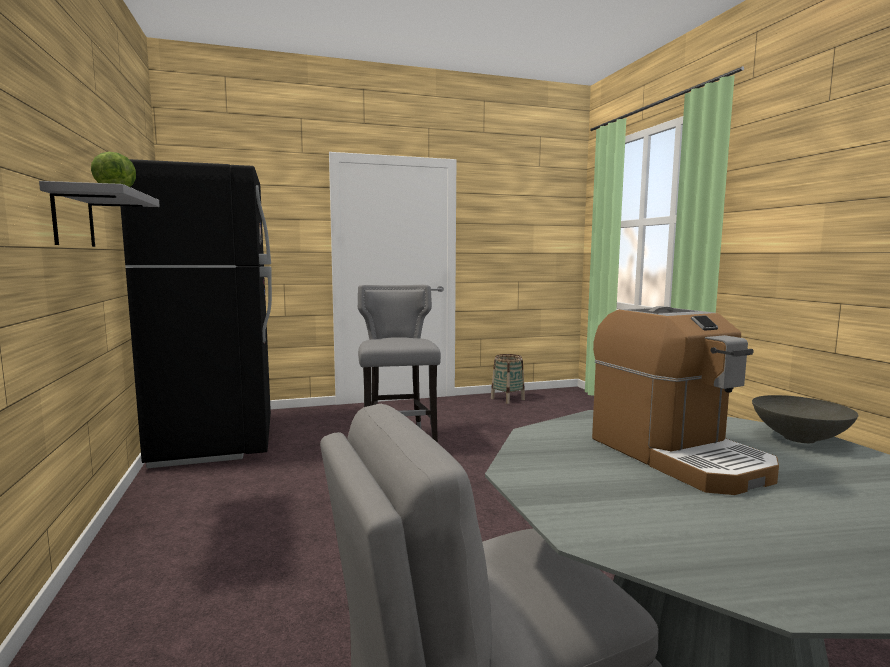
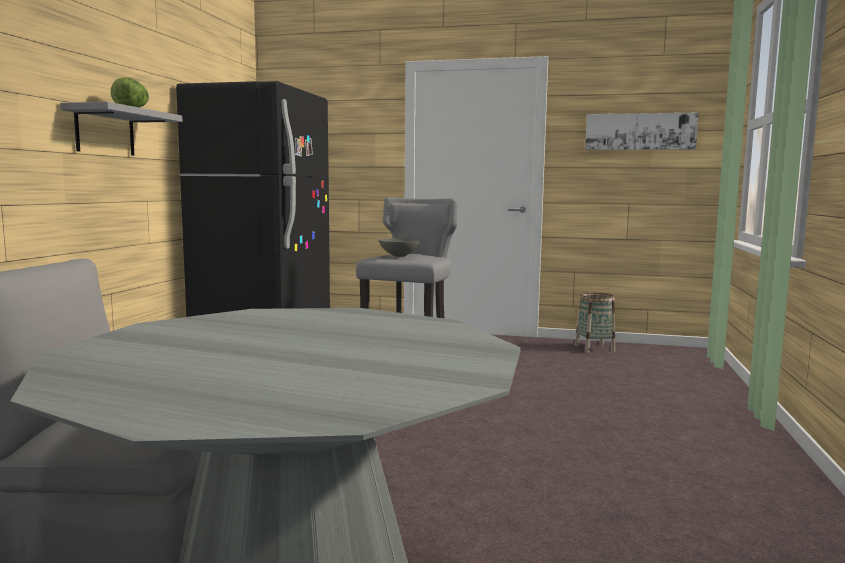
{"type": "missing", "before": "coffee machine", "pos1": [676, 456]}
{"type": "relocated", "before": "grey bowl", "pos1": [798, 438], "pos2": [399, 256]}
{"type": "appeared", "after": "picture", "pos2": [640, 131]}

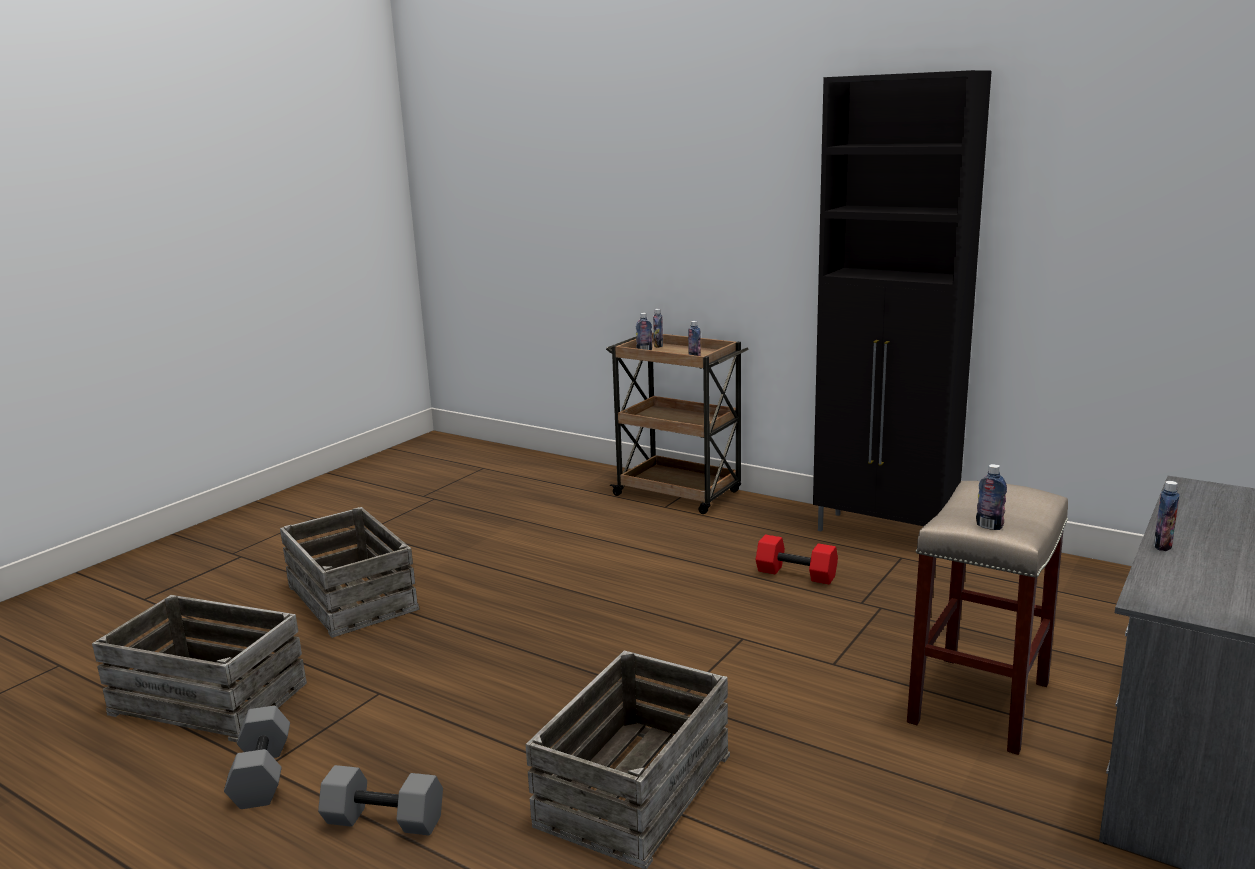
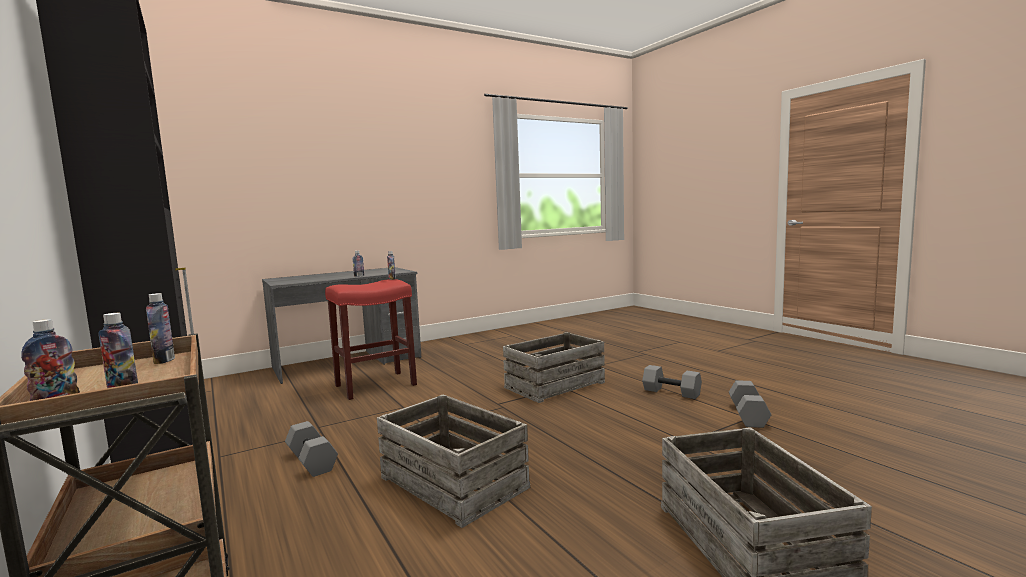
{"type": "relocated", "before": "crate", "pos1": [210, 697], "pos2": [452, 483]}
{"type": "colour", "before": "red dumbbell", "after": "grey dumbbell", "pos1": [797, 573], "pos2": [310, 461]}
{"type": "colour", "before": "beige stool", "after": "red stool", "pos1": [978, 701], "pos2": [374, 385]}

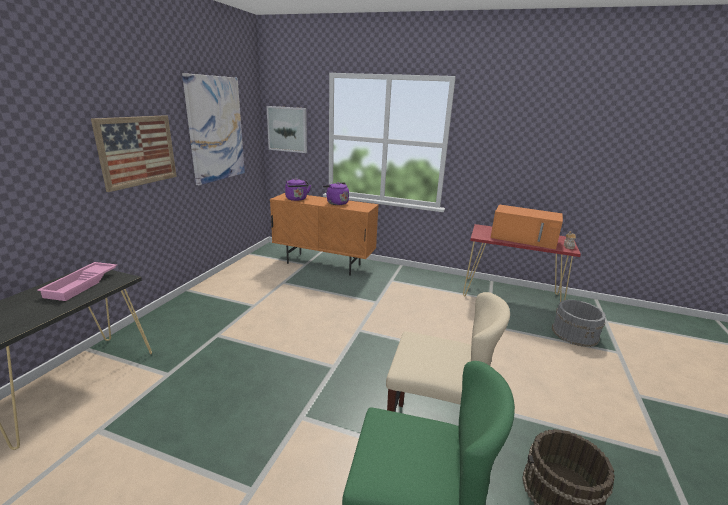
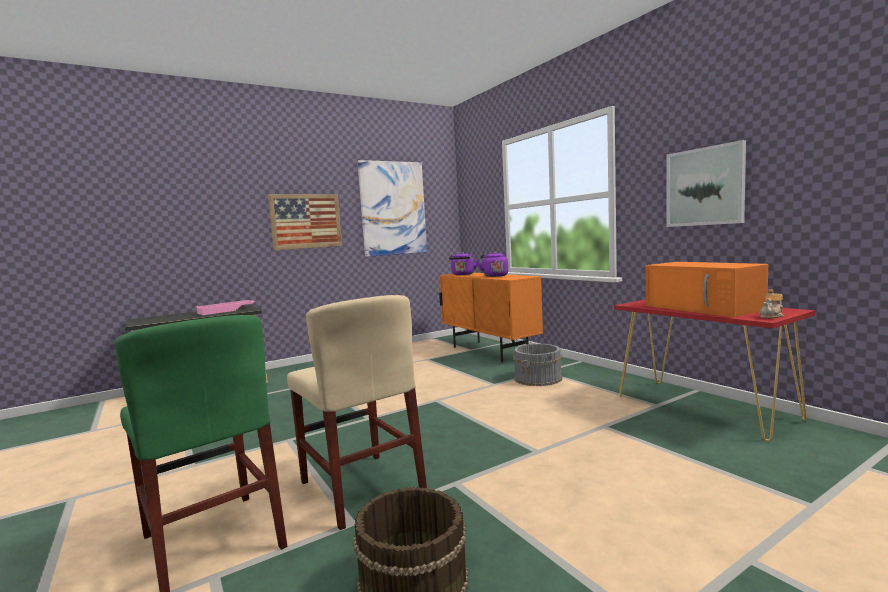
{"type": "relocated", "before": "picture", "pos1": [287, 129], "pos2": [704, 186]}
{"type": "relocated", "before": "grey bucket", "pos1": [575, 333], "pos2": [538, 378]}

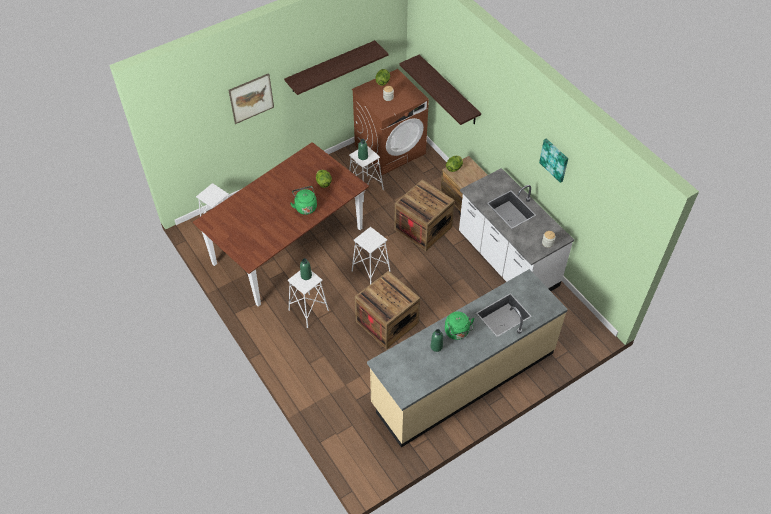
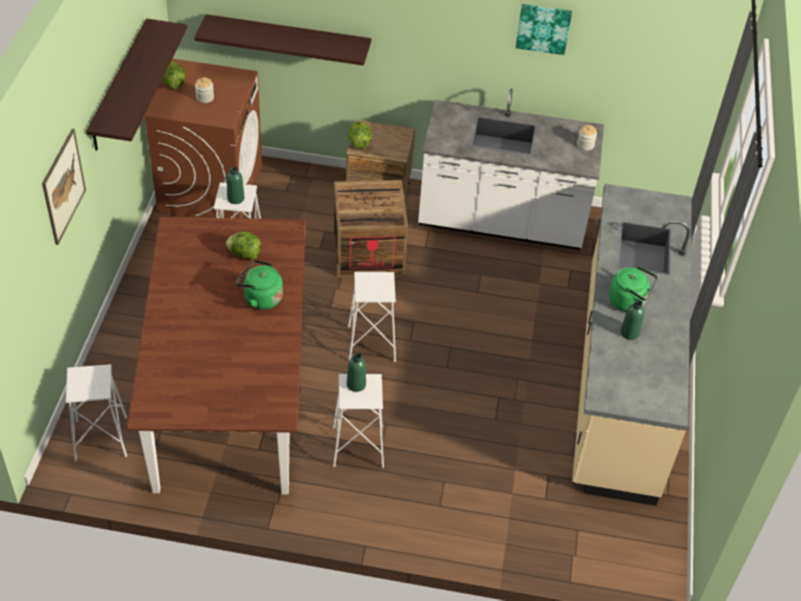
{"type": "missing", "before": "crate", "pos1": [387, 322]}

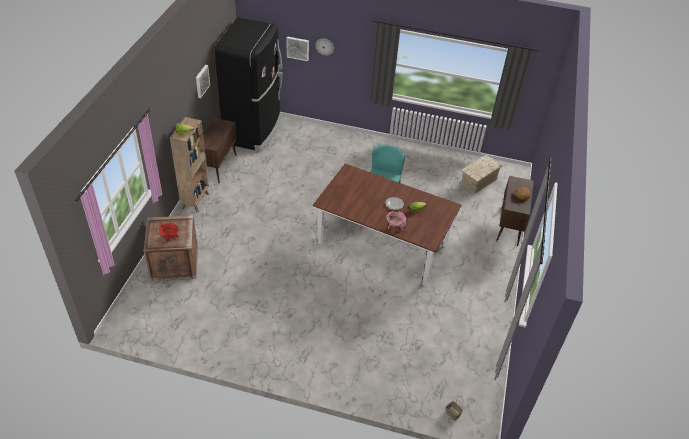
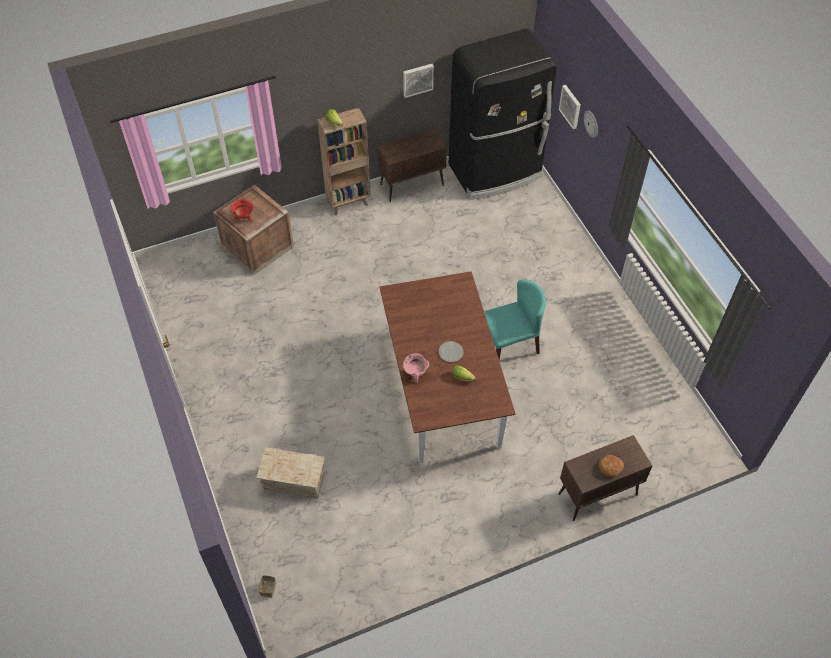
{"type": "relocated", "before": "crate", "pos1": [478, 182], "pos2": [293, 481]}

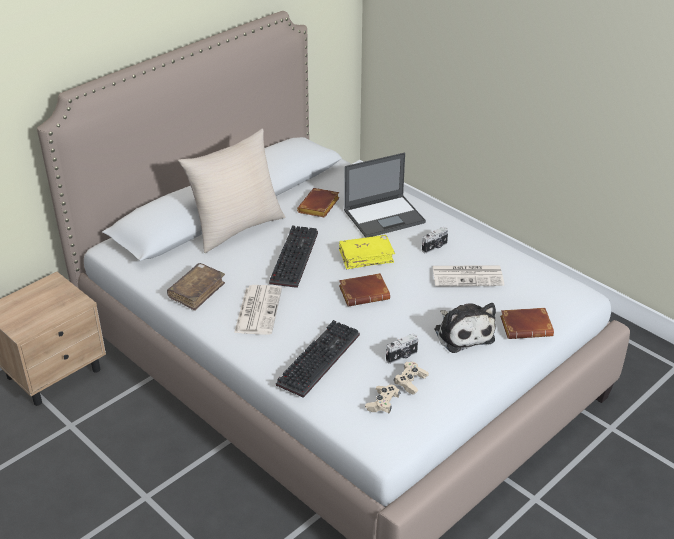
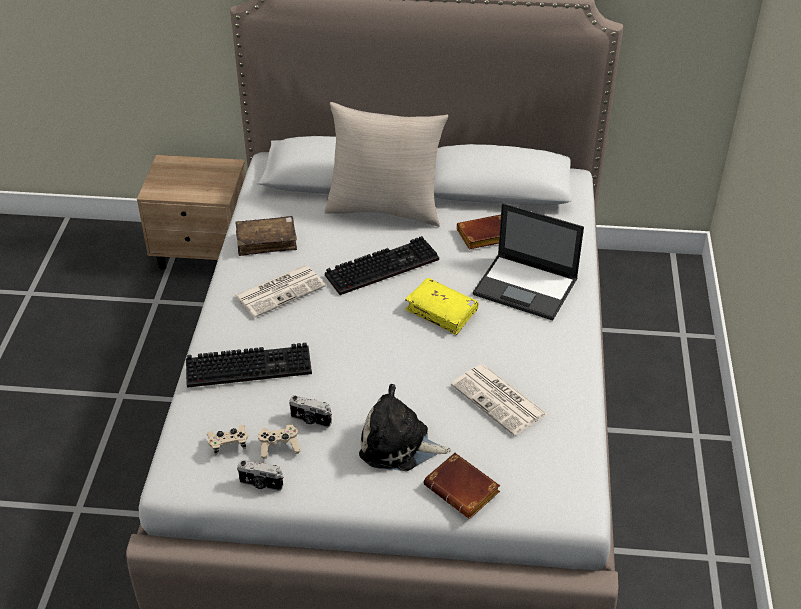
{"type": "missing", "before": "brown book", "pos1": [365, 293]}
{"type": "relocated", "before": "photo camera", "pos1": [435, 247], "pos2": [261, 484]}
{"type": "spun", "before": "plush toy", "pos1": [462, 333], "pos2": [398, 445], "turn": 75}

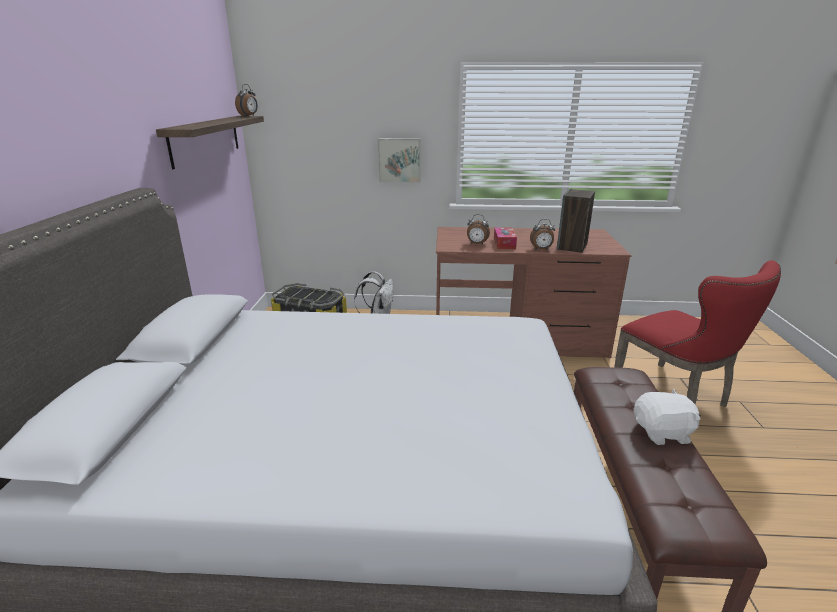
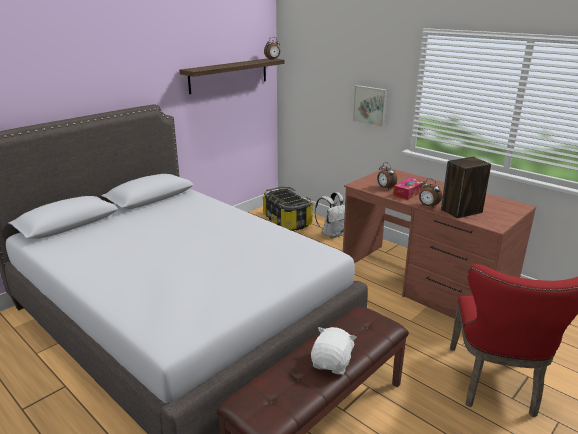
{"type": "spun", "before": "white plush toy", "pos1": [662, 433], "pos2": [332, 363], "turn": -105}

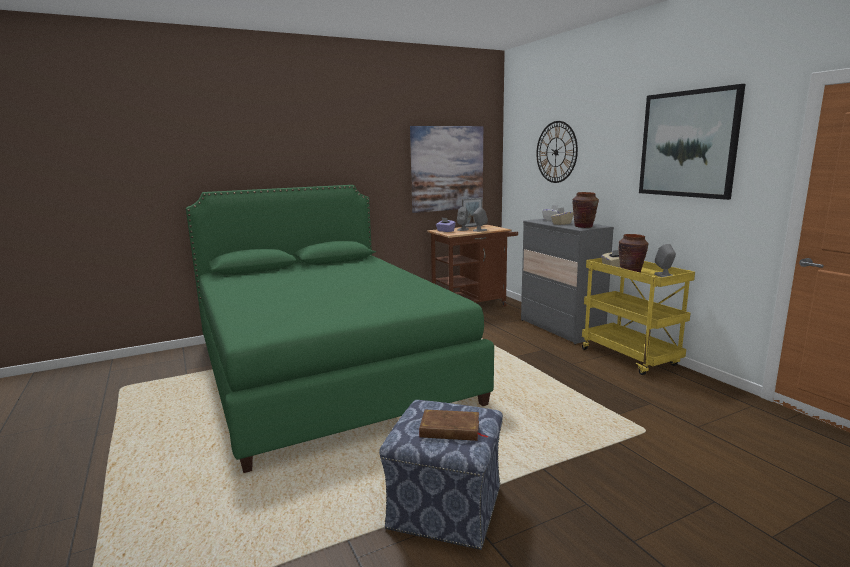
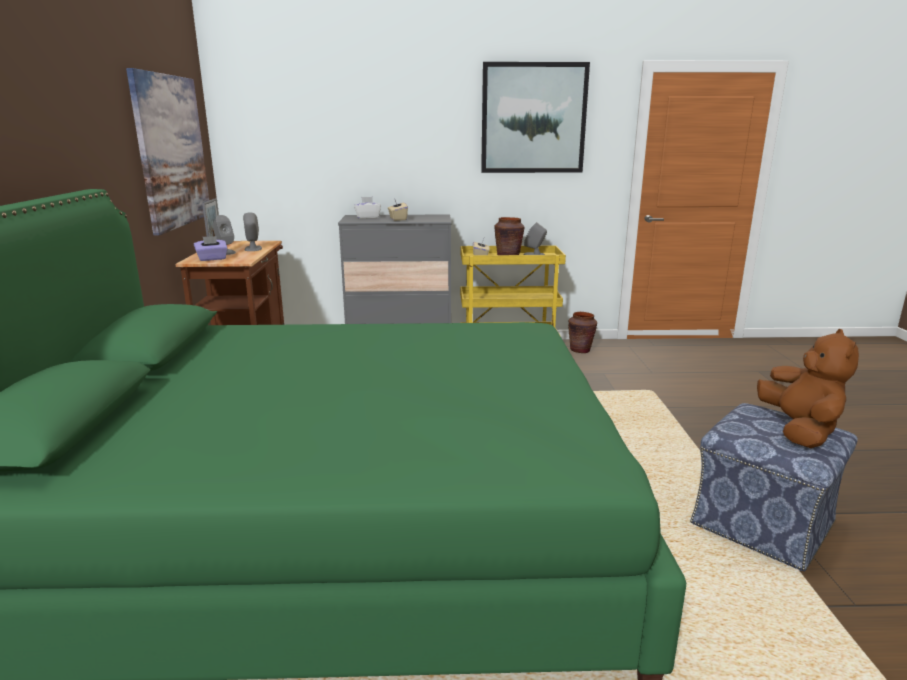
{"type": "exchanged", "before": "brown book", "after": "brown plush toy", "pos1": [450, 429], "pos2": [799, 430]}
{"type": "missing", "before": "wall clock", "pos1": [556, 152]}
{"type": "relocated", "before": "brown vase", "pos1": [583, 226], "pos2": [580, 350]}

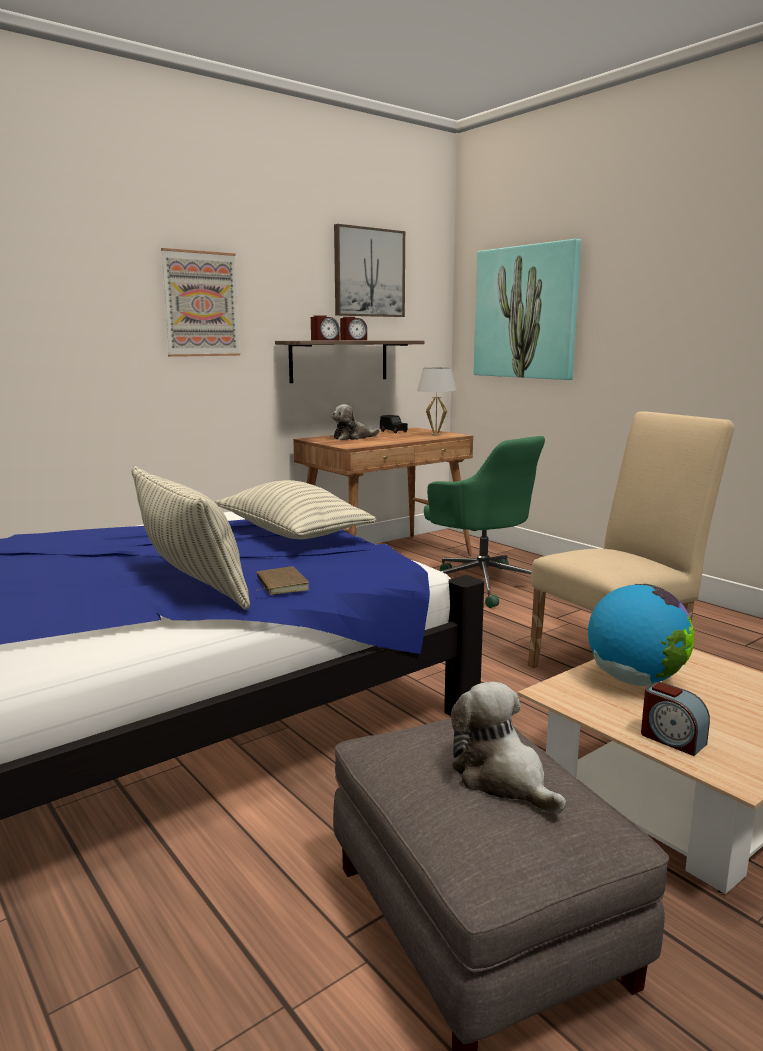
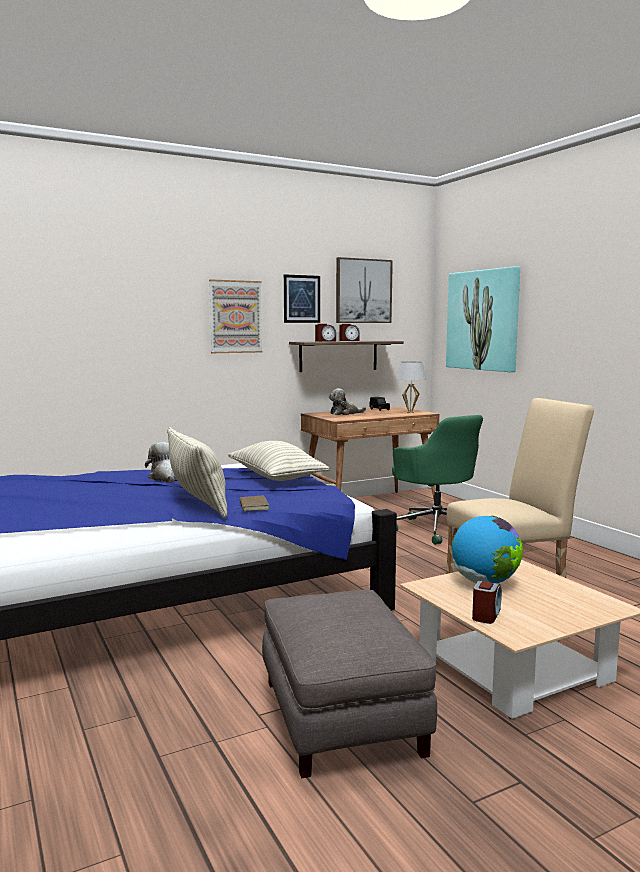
{"type": "relocated", "before": "plush toy", "pos1": [502, 778], "pos2": [165, 478]}
{"type": "spun", "before": "alarm clock", "pos1": [672, 739], "pos2": [486, 615], "turn": -120}
{"type": "appeared", "after": "picture", "pos2": [301, 299]}

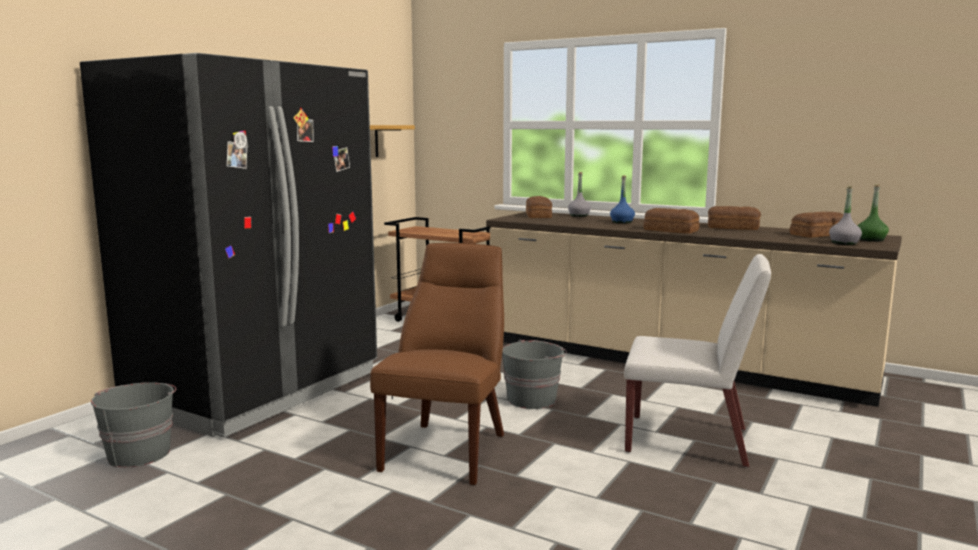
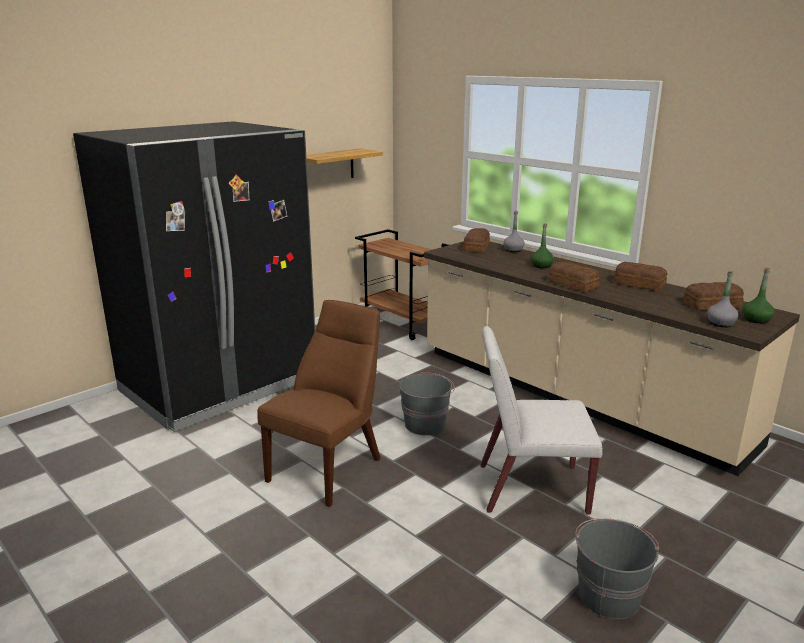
{"type": "relocated", "before": "grey bucket", "pos1": [139, 453], "pos2": [608, 595]}
{"type": "colour", "before": "blue bottle", "after": "green bottle", "pos1": [622, 222], "pos2": [541, 266]}
{"type": "spun", "before": "white chair", "pos1": [689, 440], "pos2": [530, 489], "turn": 150}

